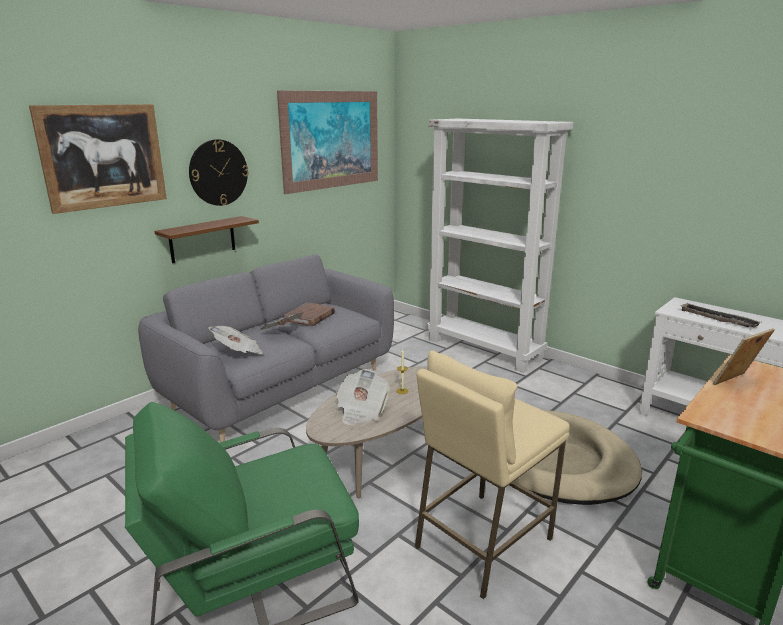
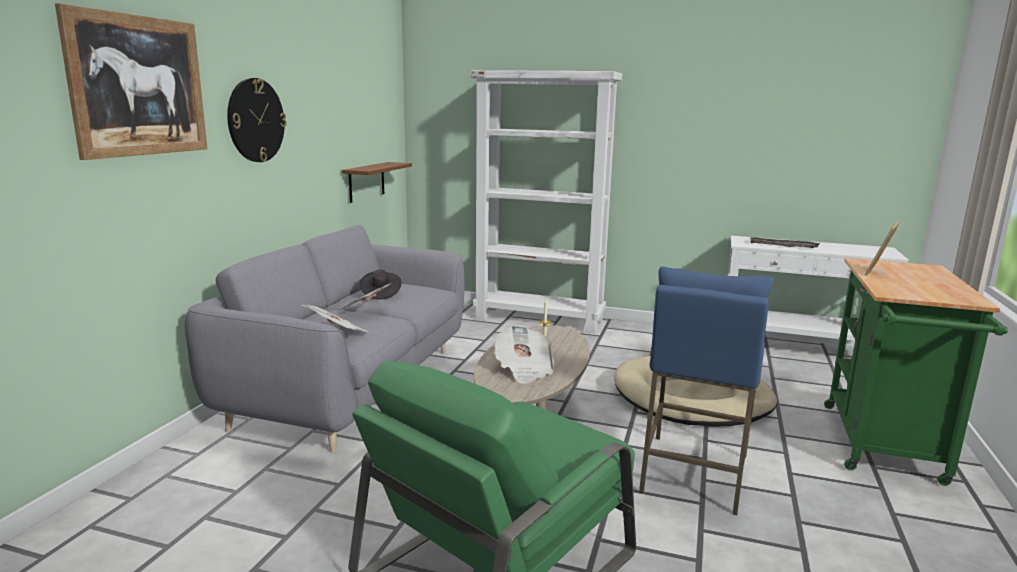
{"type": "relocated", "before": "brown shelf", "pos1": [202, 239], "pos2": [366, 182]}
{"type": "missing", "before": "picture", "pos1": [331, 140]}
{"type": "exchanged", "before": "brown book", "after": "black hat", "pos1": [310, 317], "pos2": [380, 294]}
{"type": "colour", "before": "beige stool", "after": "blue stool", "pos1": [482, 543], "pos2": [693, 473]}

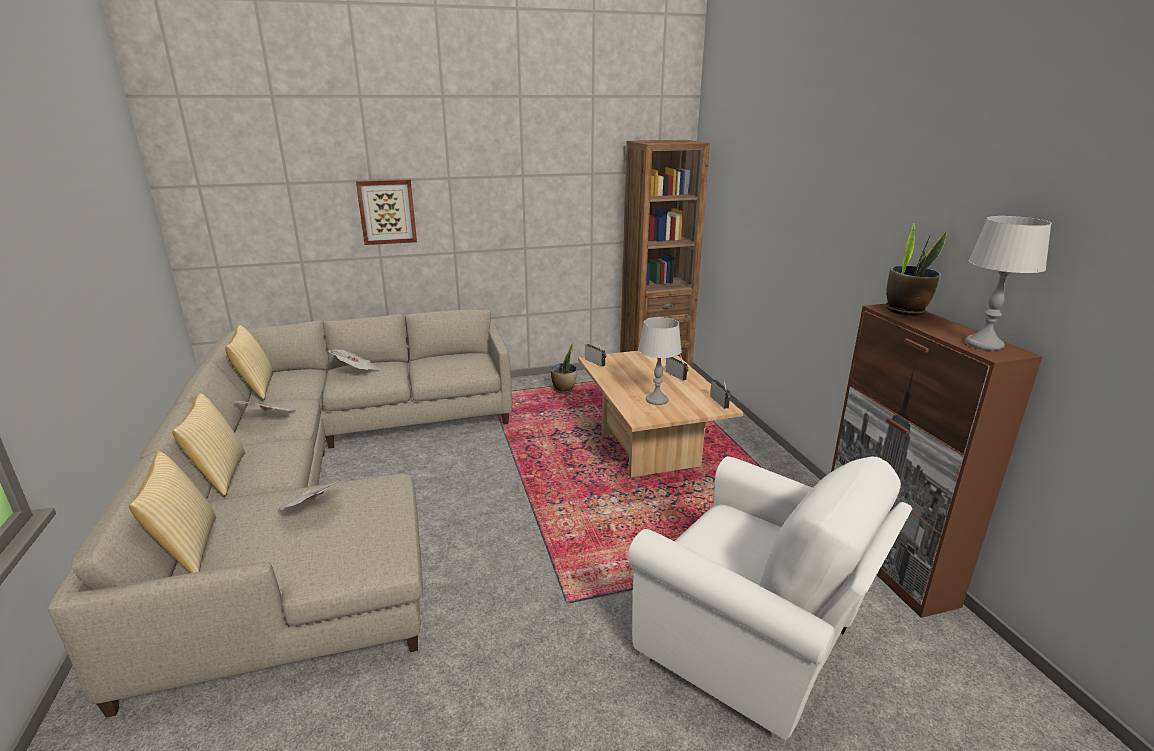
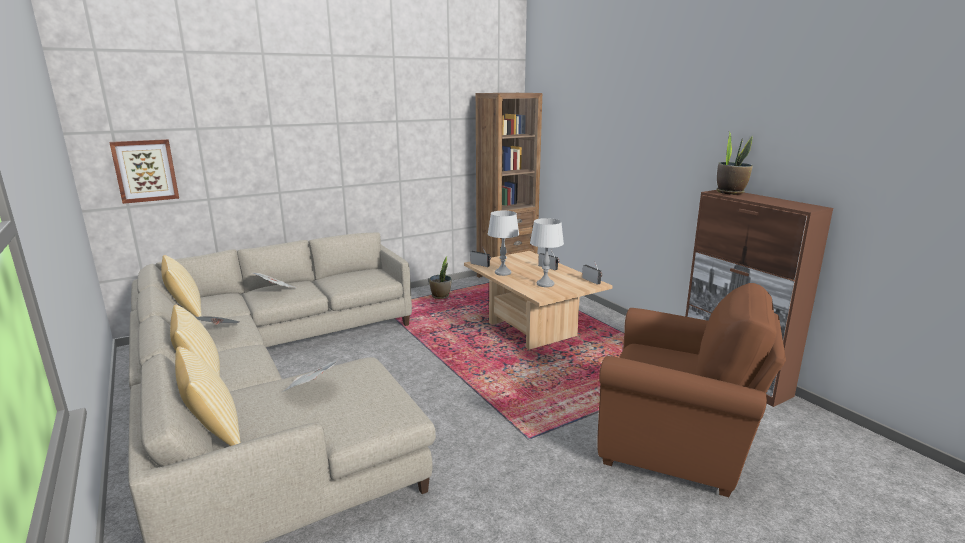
{"type": "relocated", "before": "picture", "pos1": [387, 212], "pos2": [145, 170]}
{"type": "colour", "before": "white armchair", "after": "brown armchair", "pos1": [755, 648], "pos2": [678, 443]}
{"type": "relocated", "before": "grey table lamp", "pos1": [984, 344], "pos2": [503, 273]}

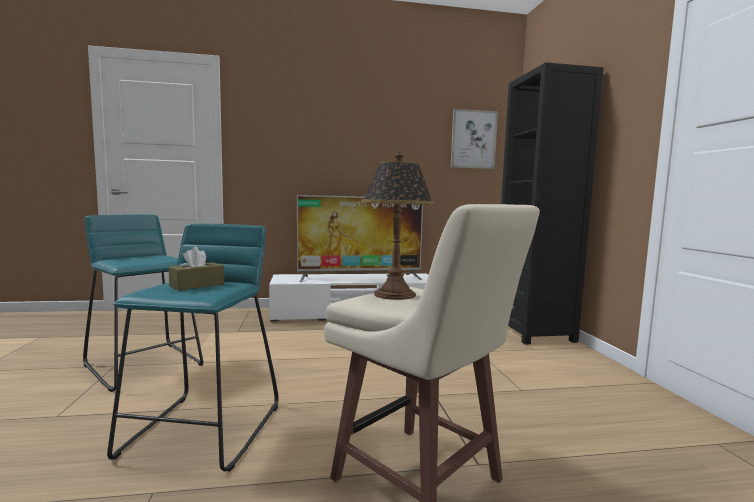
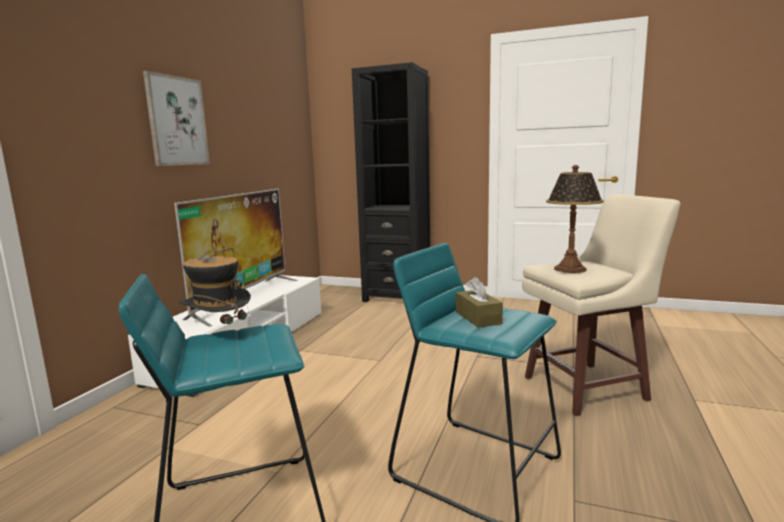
{"type": "relocated", "before": "picture", "pos1": [473, 139], "pos2": [177, 121]}
{"type": "appeared", "after": "hat", "pos2": [219, 335]}

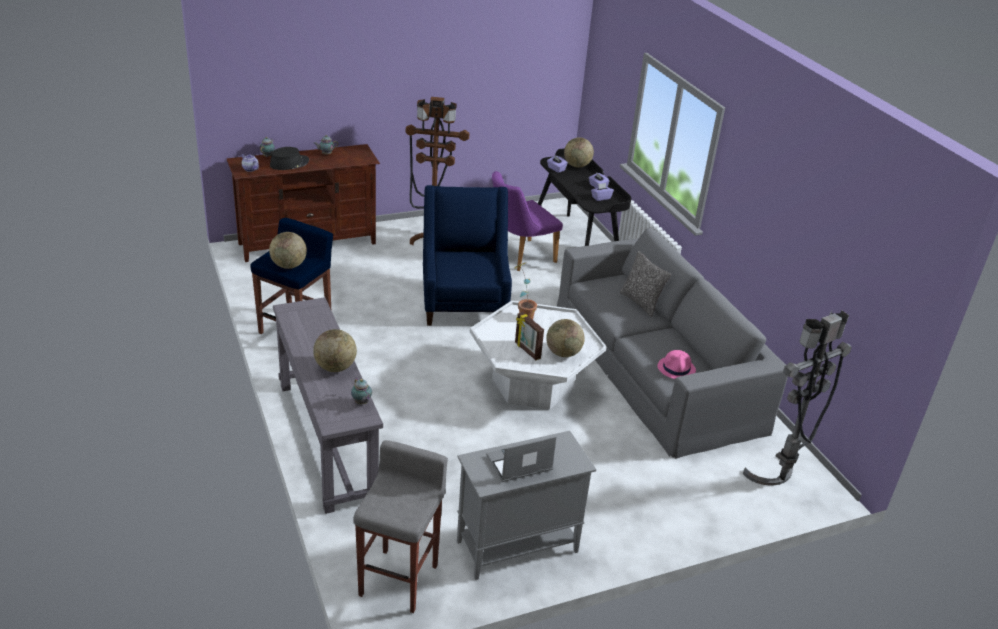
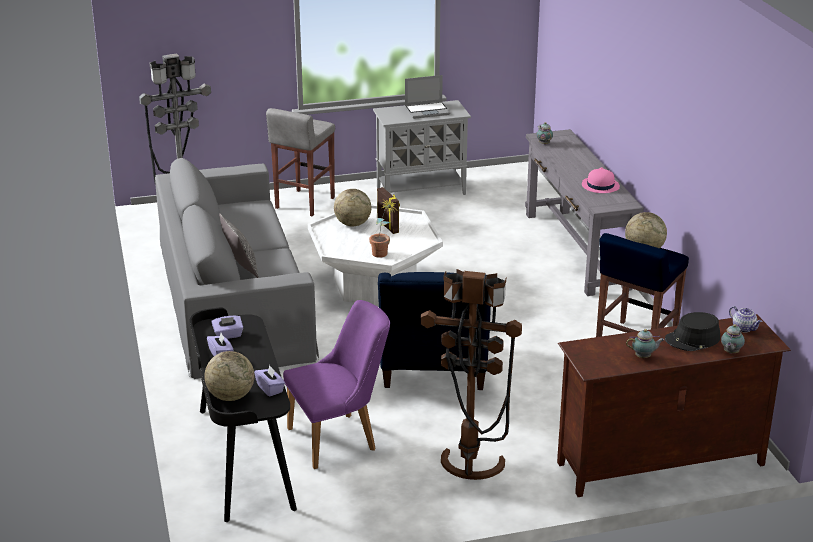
{"type": "missing", "before": "globe", "pos1": [335, 367]}
{"type": "relocated", "before": "grey stool", "pos1": [400, 579], "pos2": [304, 203]}
{"type": "relocated", "before": "pink hat", "pos1": [676, 368], "pos2": [600, 186]}

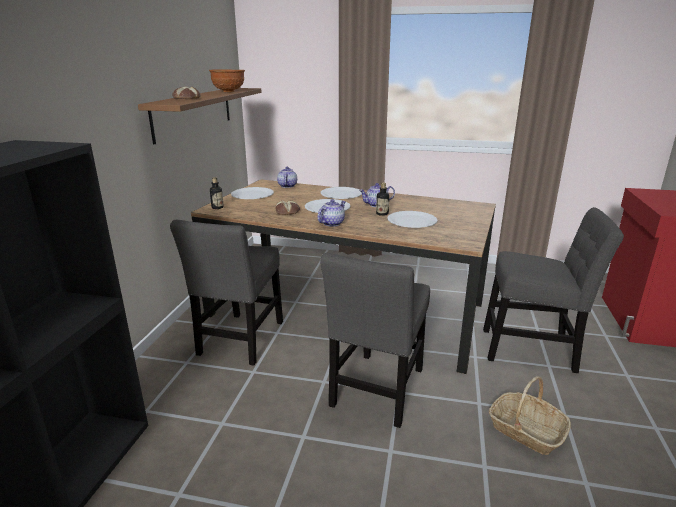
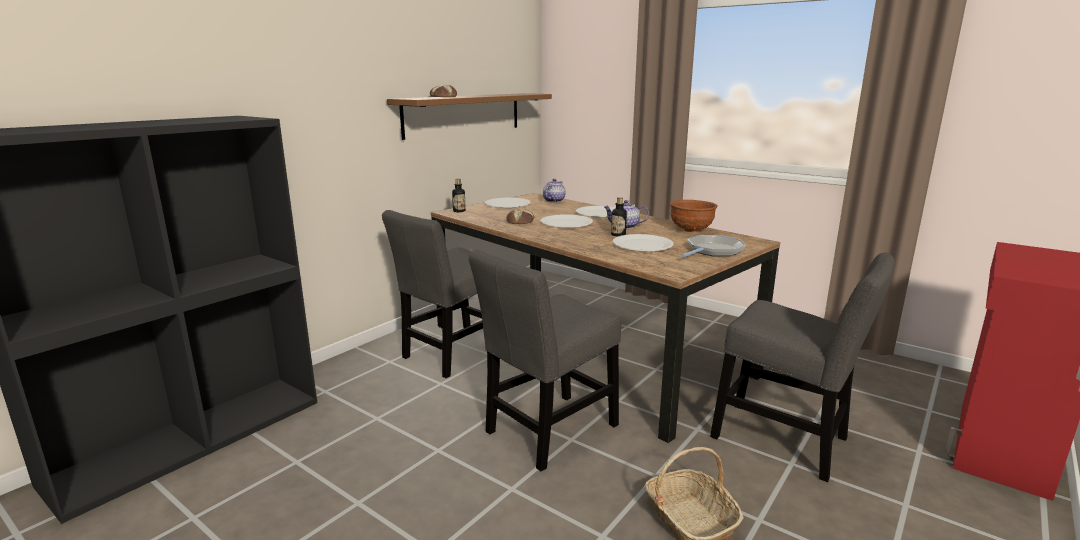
{"type": "relocated", "before": "brown bowl", "pos1": [229, 91], "pos2": [691, 230]}
{"type": "missing", "before": "teapot", "pos1": [331, 223]}
{"type": "appeared", "after": "frying pan", "pos2": [713, 251]}

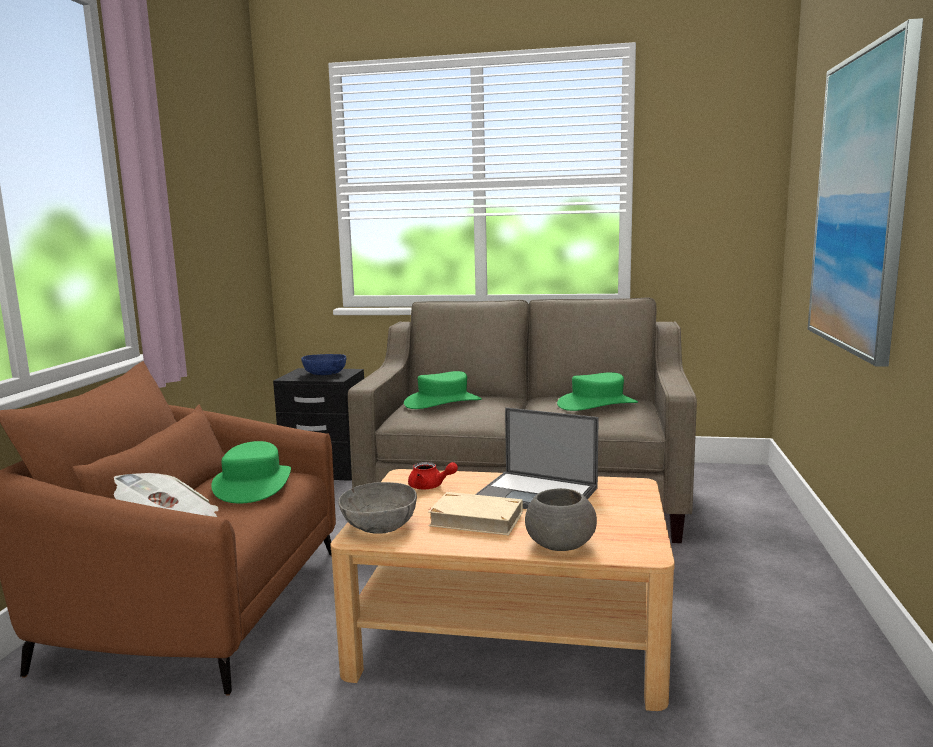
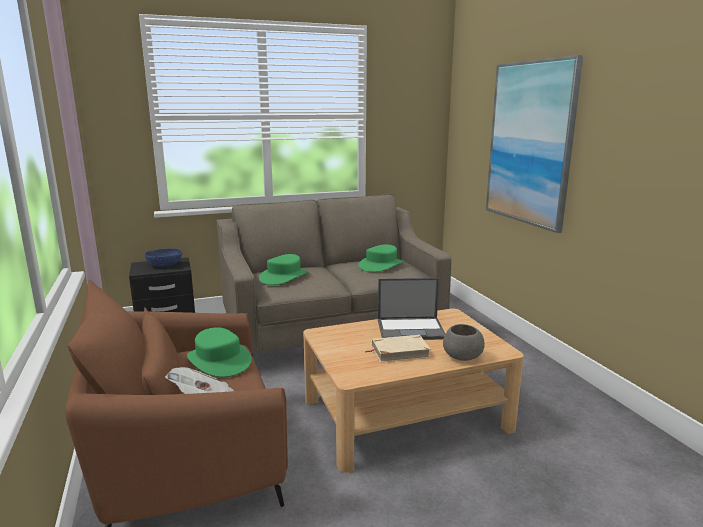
{"type": "missing", "before": "grey bowl", "pos1": [379, 525]}
{"type": "missing", "before": "red teapot", "pos1": [430, 486]}

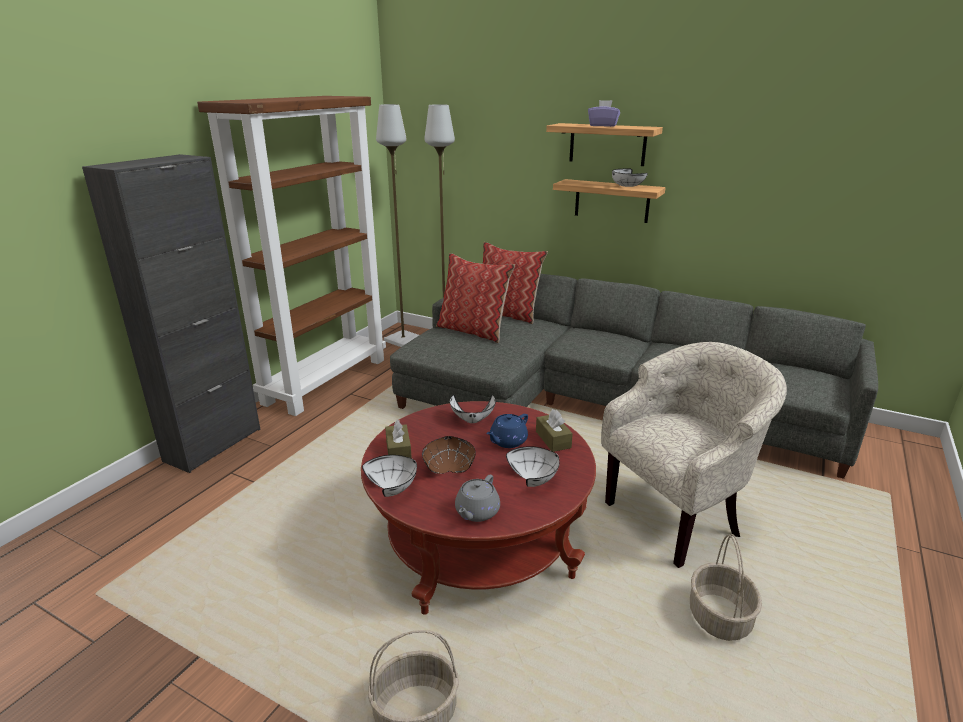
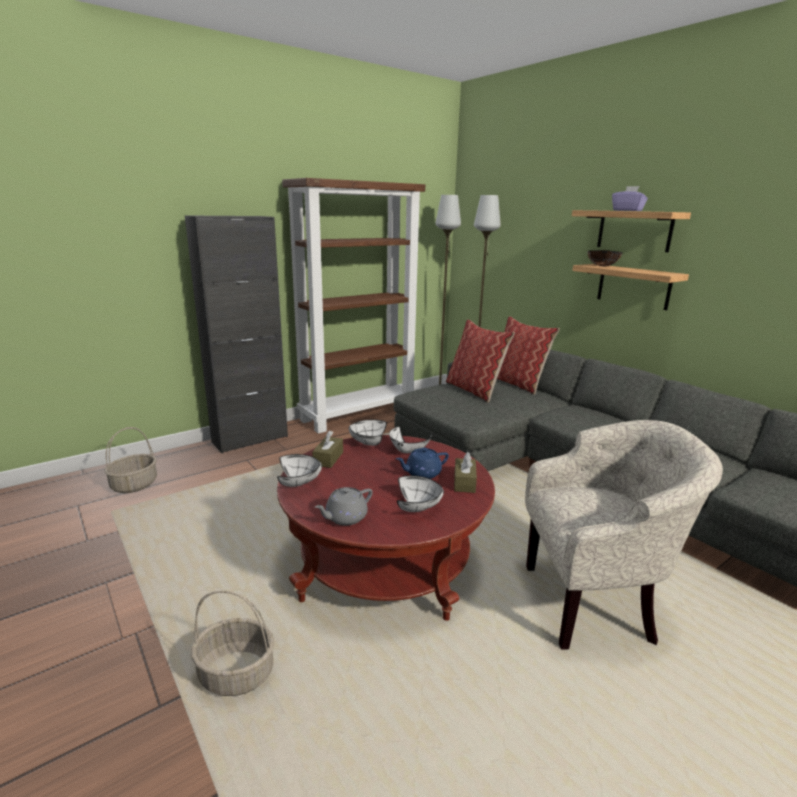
{"type": "relocated", "before": "brown bowl", "pos1": [448, 467], "pos2": [602, 266]}
{"type": "relocated", "before": "white bowl", "pos1": [625, 186], "pos2": [367, 443]}
{"type": "relocated", "before": "basket", "pos1": [720, 618], "pos2": [134, 485]}

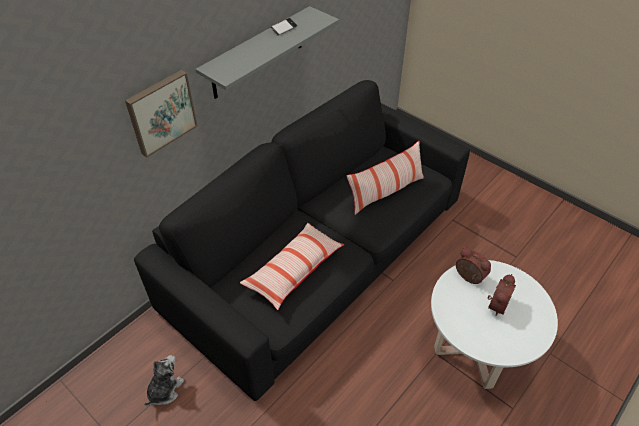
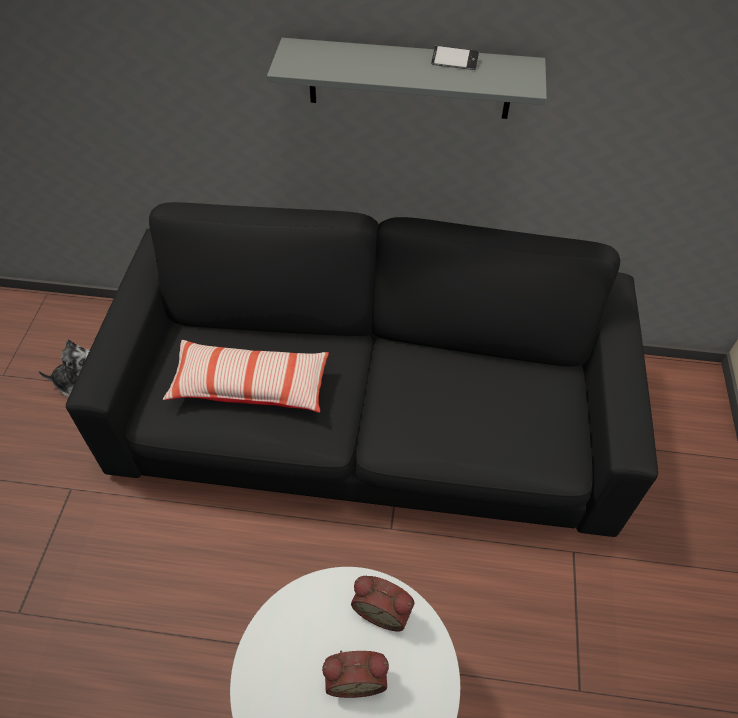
{"type": "missing", "before": "picture", "pos1": [161, 112]}
{"type": "missing", "before": "pillow", "pos1": [386, 192]}
{"type": "spun", "before": "alarm clock", "pos1": [468, 277], "pos2": [383, 609], "turn": 105}

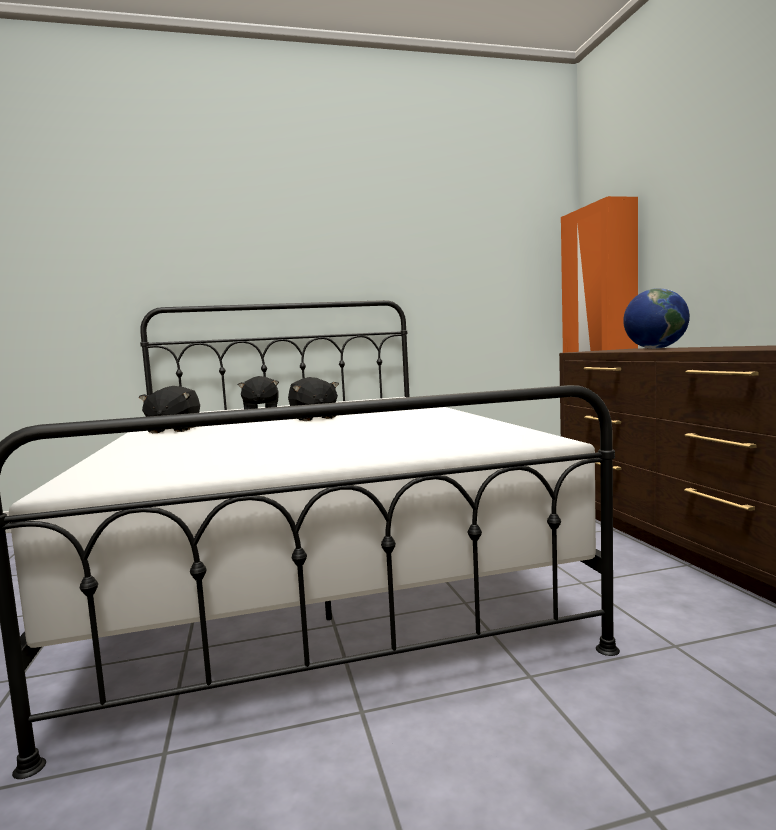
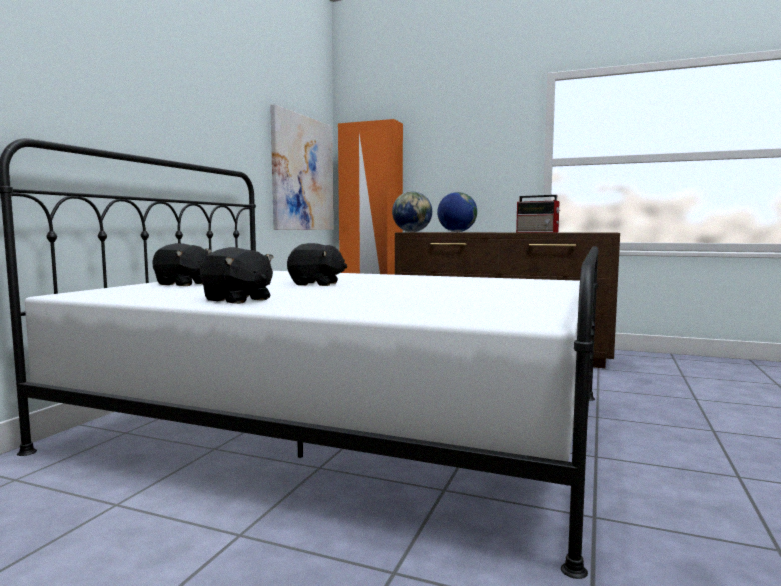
{"type": "appeared", "after": "picture", "pos2": [303, 173]}
{"type": "appeared", "after": "globe", "pos2": [412, 232]}
{"type": "appeared", "after": "radio", "pos2": [538, 232]}

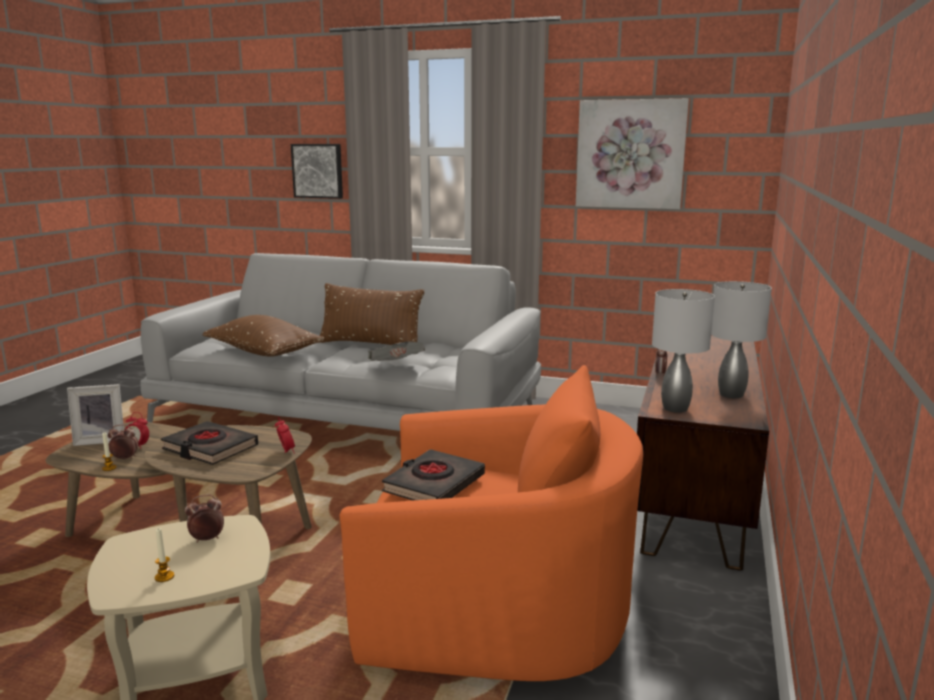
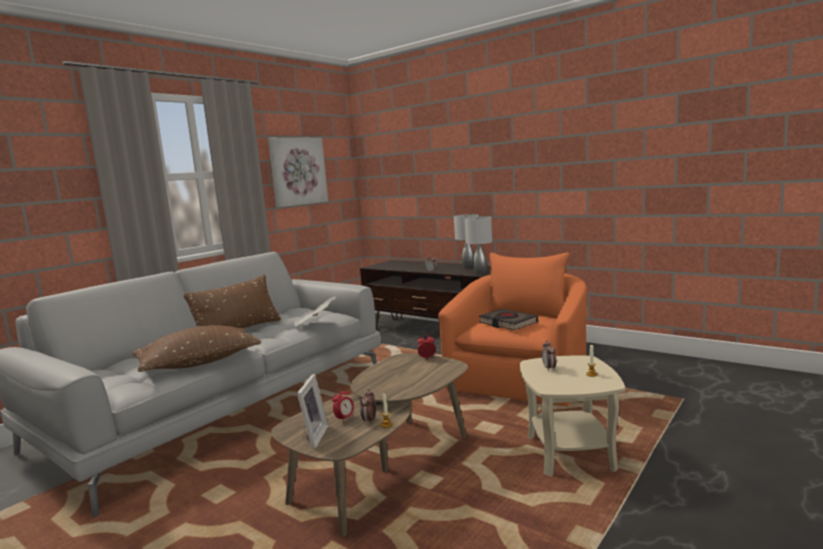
{"type": "missing", "before": "black book", "pos1": [210, 448]}
{"type": "missing", "before": "picture", "pos1": [318, 171]}

